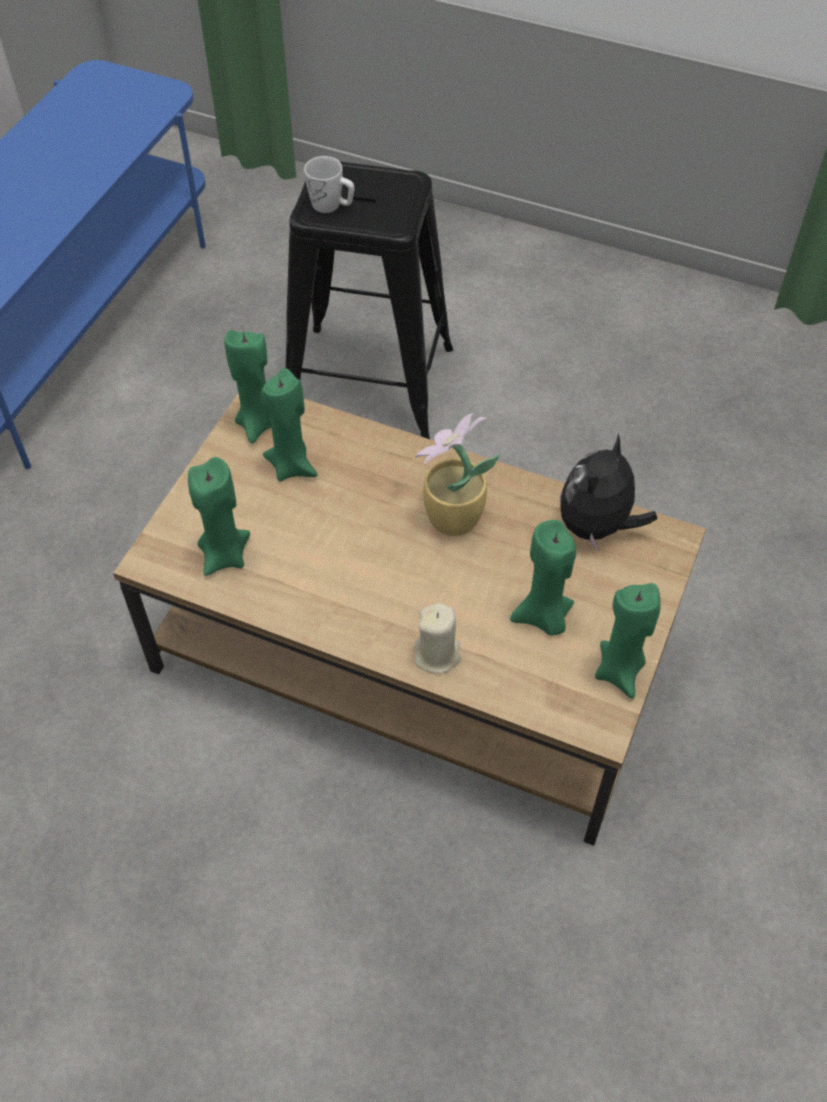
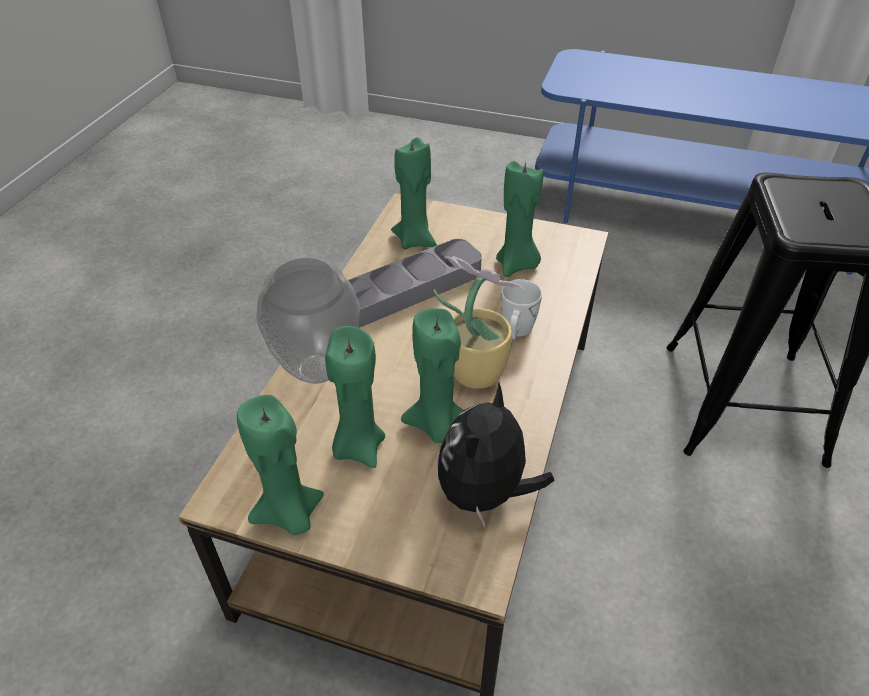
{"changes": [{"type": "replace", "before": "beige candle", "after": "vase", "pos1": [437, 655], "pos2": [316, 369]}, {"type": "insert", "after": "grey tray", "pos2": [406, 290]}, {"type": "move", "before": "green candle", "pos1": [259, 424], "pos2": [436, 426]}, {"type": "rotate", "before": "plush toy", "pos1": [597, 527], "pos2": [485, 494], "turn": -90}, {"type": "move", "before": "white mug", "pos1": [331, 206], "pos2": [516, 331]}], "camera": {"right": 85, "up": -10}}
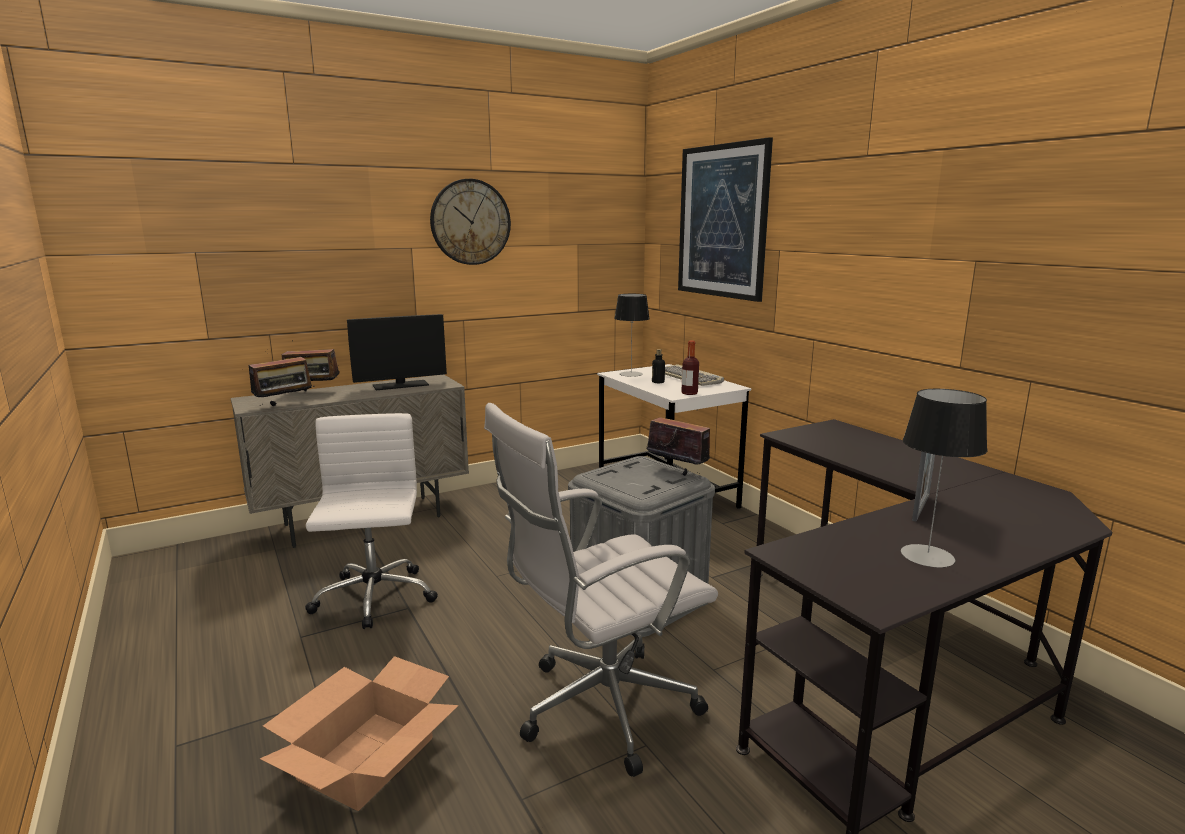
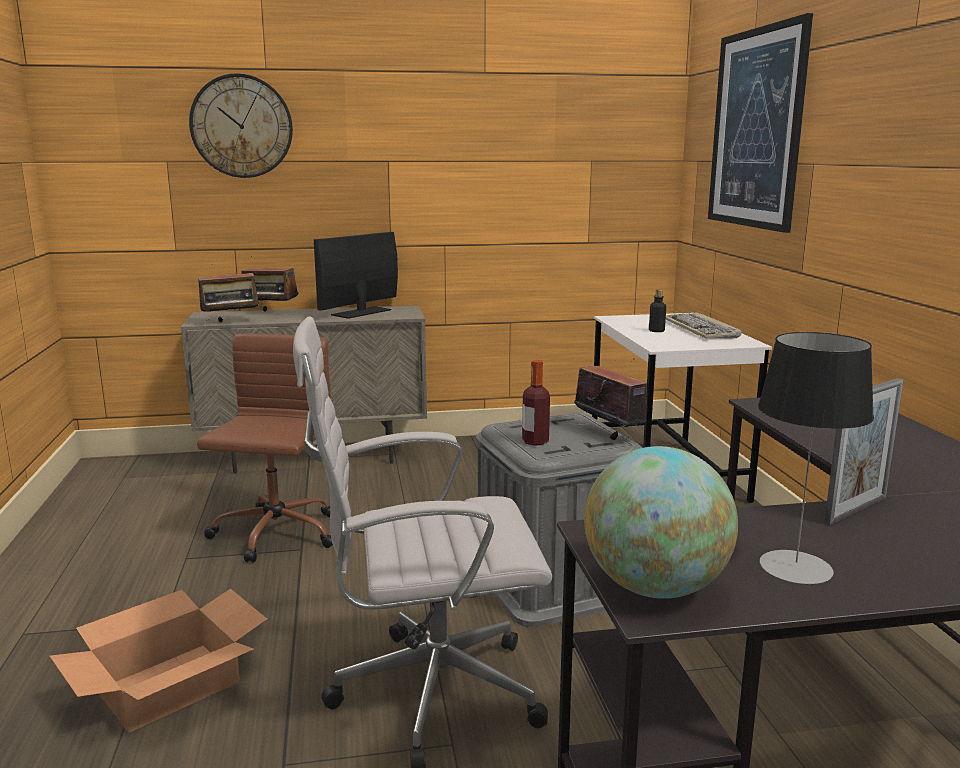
{"changes": [{"type": "move", "before": "wall clock", "pos1": [470, 222], "pos2": [241, 126]}, {"type": "recolor", "before": "white office chair", "after": "brown office chair", "pos1": [374, 599], "pos2": [275, 534]}, {"type": "rotate", "before": "monitor", "pos1": [400, 385], "pos2": [361, 312], "turn": 135}, {"type": "move", "before": "bottle", "pos1": [689, 393], "pos2": [535, 441]}, {"type": "insert", "after": "globe", "pos2": [655, 587]}, {"type": "delete", "before": "table lamp", "pos1": [631, 374]}], "camera": {"right": 20, "up": 0}}
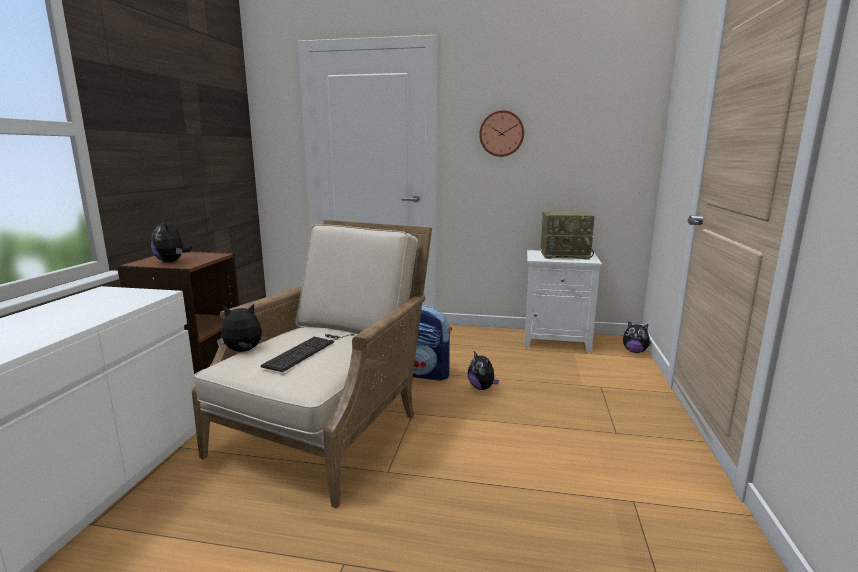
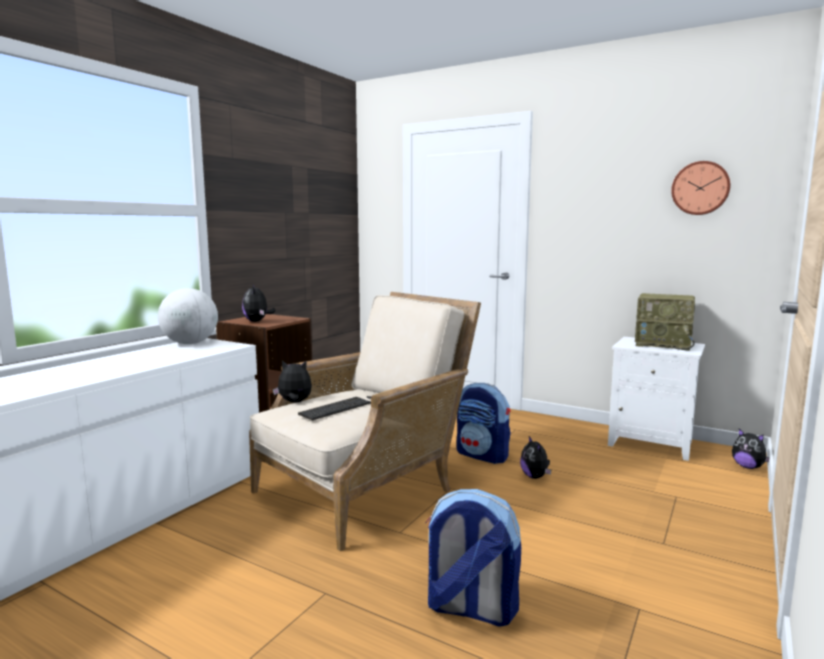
{"changes": [{"type": "insert", "after": "globe", "pos2": [190, 343]}, {"type": "insert", "after": "backpack", "pos2": [470, 609]}, {"type": "move", "before": "wall clock", "pos1": [501, 134], "pos2": [700, 188]}], "camera": {"right": 20, "up": -5}}
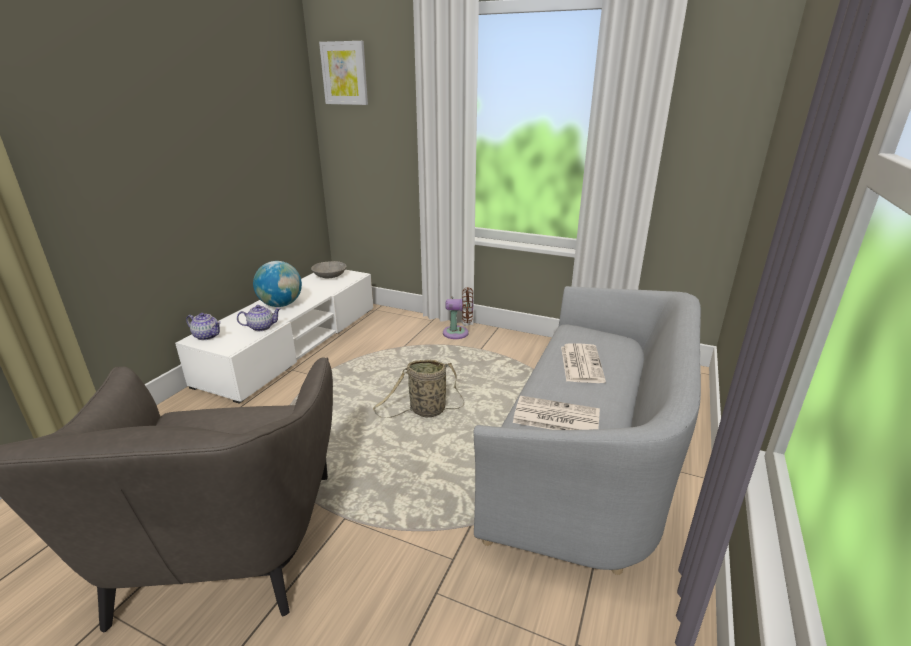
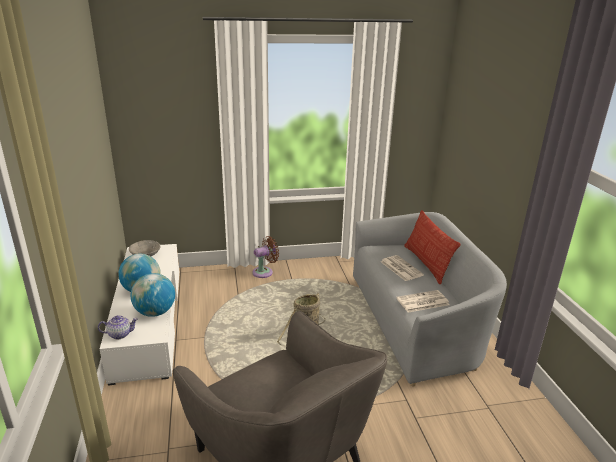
{"changes": [{"type": "replace", "before": "teapot", "after": "globe", "pos1": [262, 327], "pos2": [155, 312]}, {"type": "insert", "after": "pillow", "pos2": [426, 263]}, {"type": "delete", "before": "picture", "pos1": [345, 73]}], "camera": {"right": -35, "up": 0}}
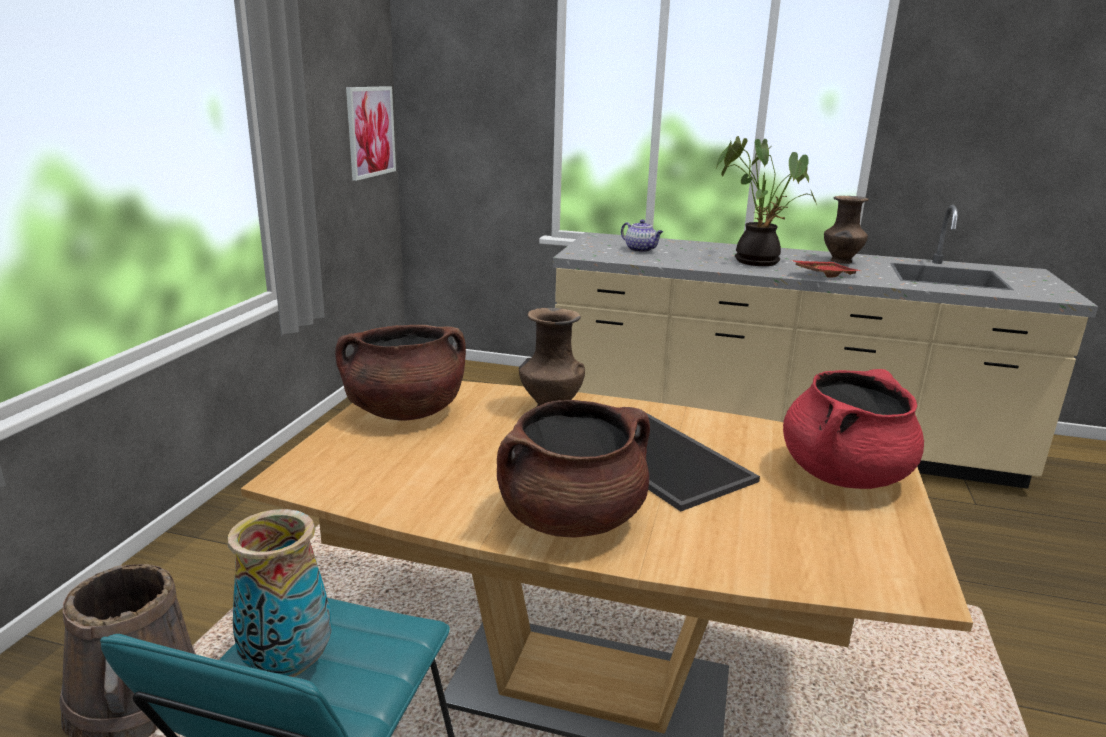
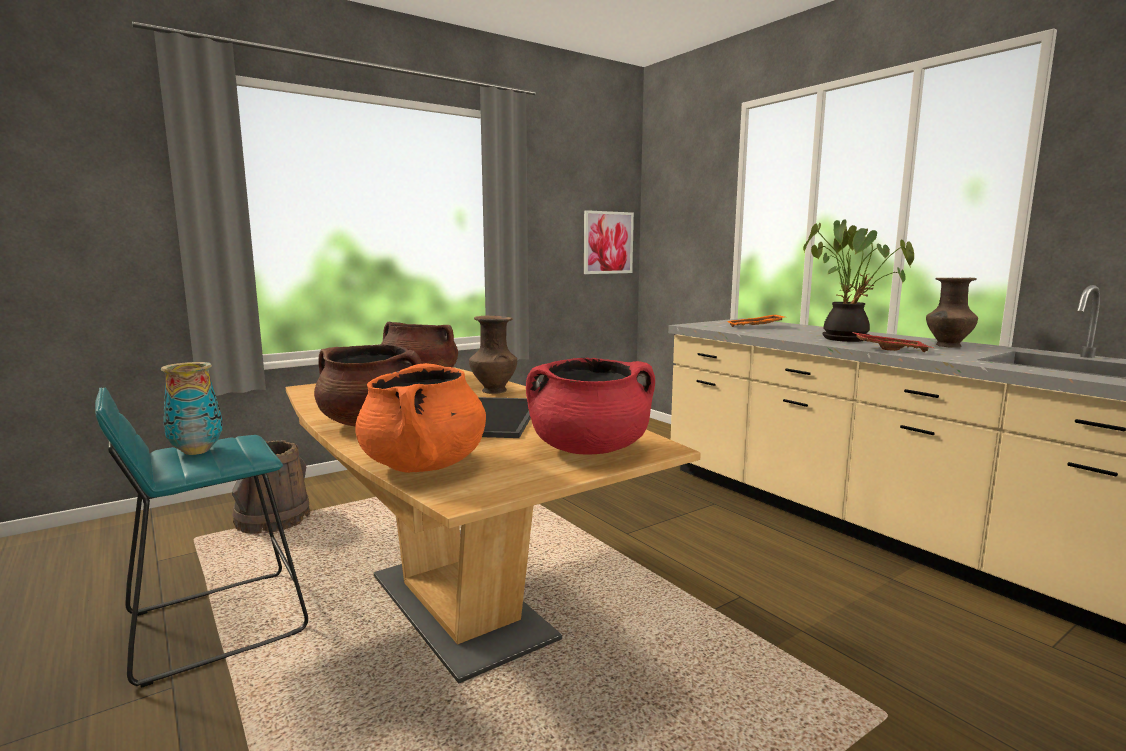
{"changes": [{"type": "insert", "after": "orange cooking pot", "pos2": [424, 465]}, {"type": "replace", "before": "teapot", "after": "orange tray", "pos1": [641, 250], "pos2": [755, 327]}], "camera": {"right": 40, "up": -10}}
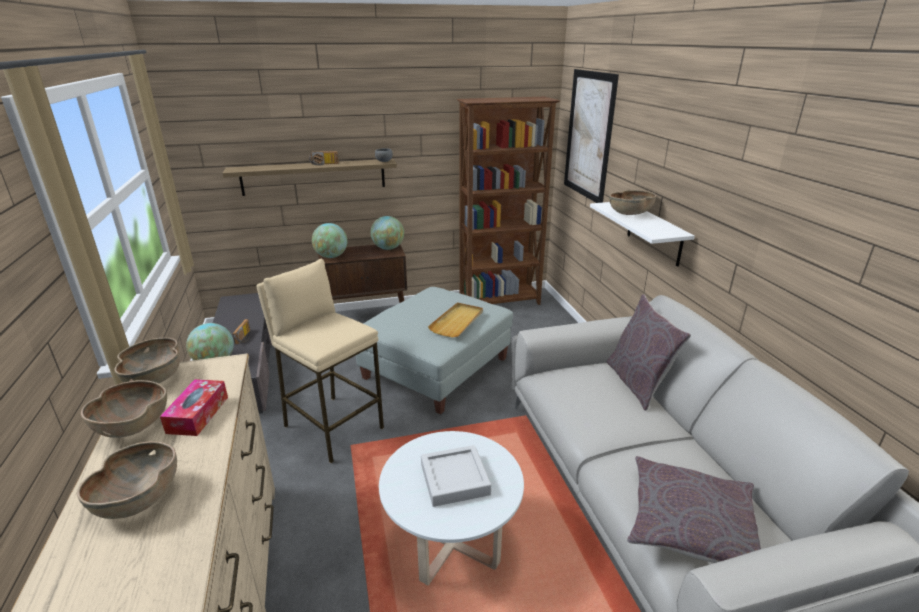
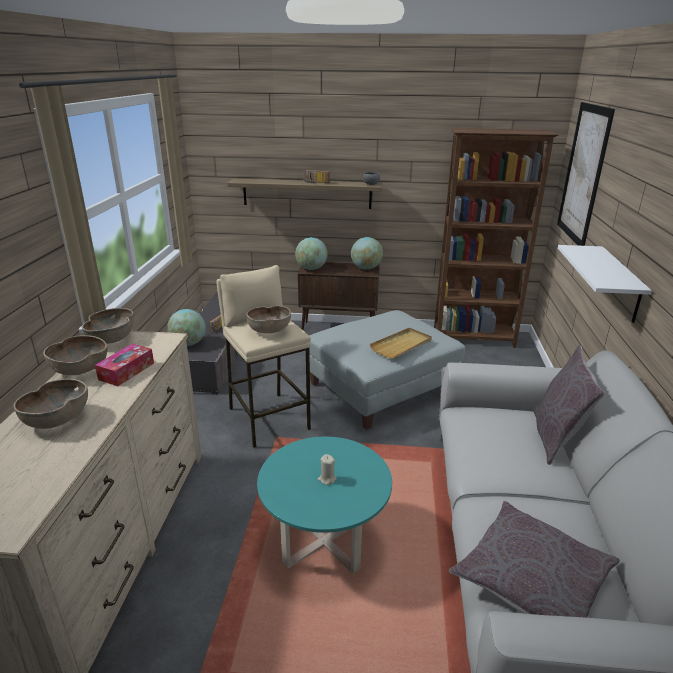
{"changes": [{"type": "move", "before": "brown bowl", "pos1": [630, 214], "pos2": [269, 331]}, {"type": "recolor", "before": "white coffee table", "after": "turquoise coffee table", "pos1": [452, 544], "pos2": [324, 542]}, {"type": "replace", "before": "grey tray", "after": "beige candle", "pos1": [454, 479], "pos2": [327, 479]}], "camera": {"right": 20, "up": 0}}
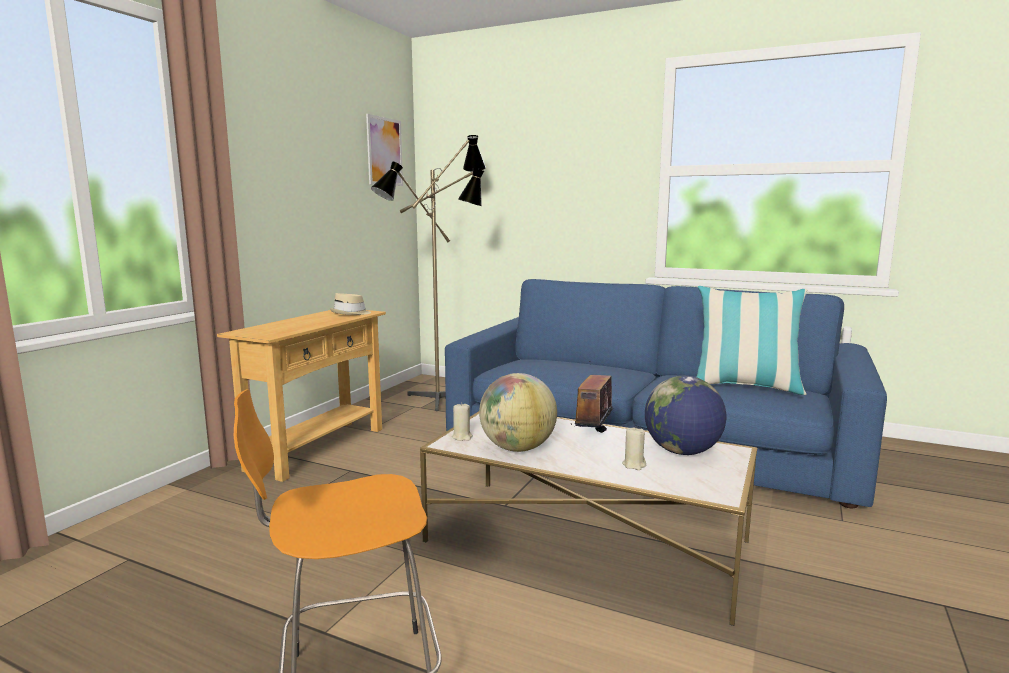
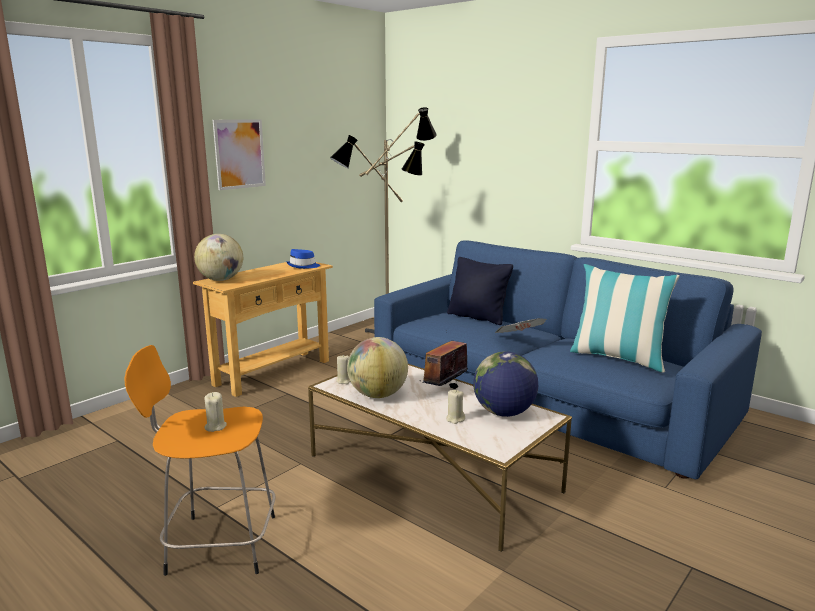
{"changes": [{"type": "insert", "after": "globe", "pos2": [221, 280]}, {"type": "insert", "after": "beige candle", "pos2": [215, 426]}, {"type": "move", "before": "picture", "pos1": [384, 151], "pos2": [239, 154]}, {"type": "recolor", "before": "beige hat", "after": "blue hat", "pos1": [351, 313], "pos2": [303, 266]}, {"type": "insert", "after": "black pillow", "pos2": [477, 317]}, {"type": "insert", "after": "newspaper", "pos2": [519, 339]}], "camera": {"right": 15, "up": 5}}
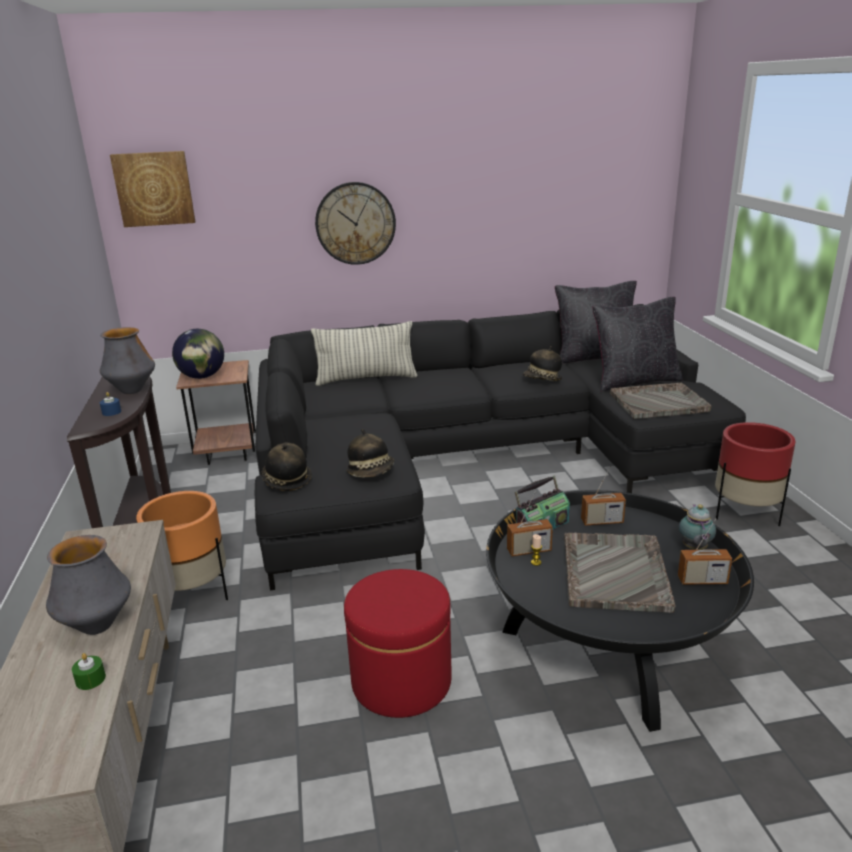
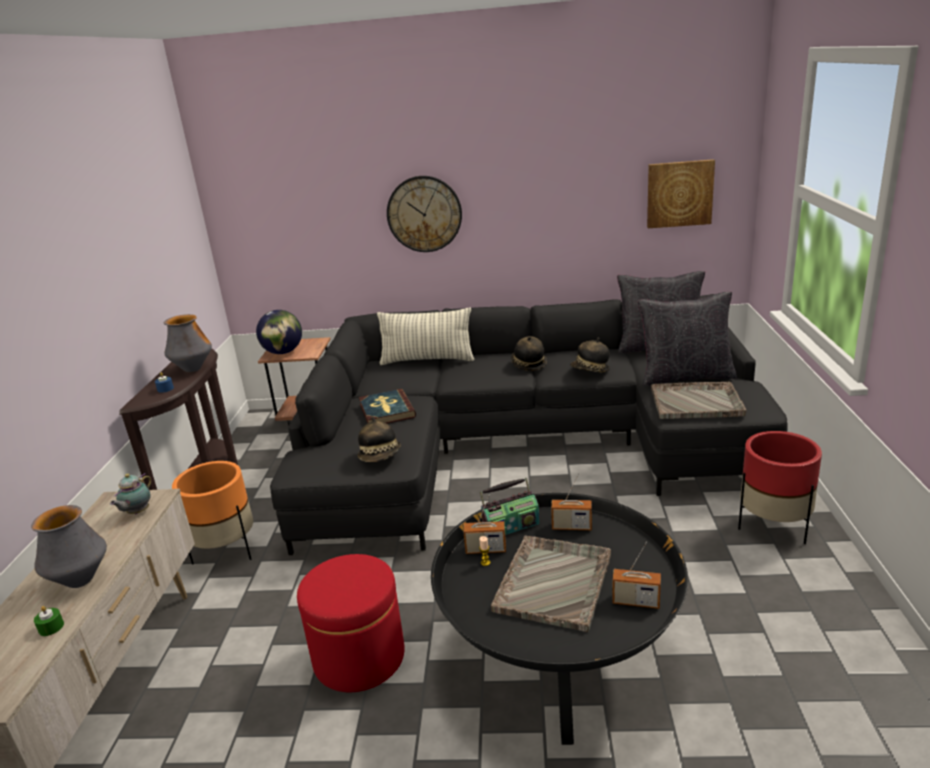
{"changes": [{"type": "move", "before": "teapot", "pos1": [694, 548], "pos2": [137, 513]}, {"type": "insert", "after": "book", "pos2": [386, 410]}, {"type": "move", "before": "hat", "pos1": [286, 480], "pos2": [528, 364]}, {"type": "move", "before": "picture", "pos1": [154, 189], "pos2": [679, 194]}], "camera": {"right": 15, "up": 0}}
